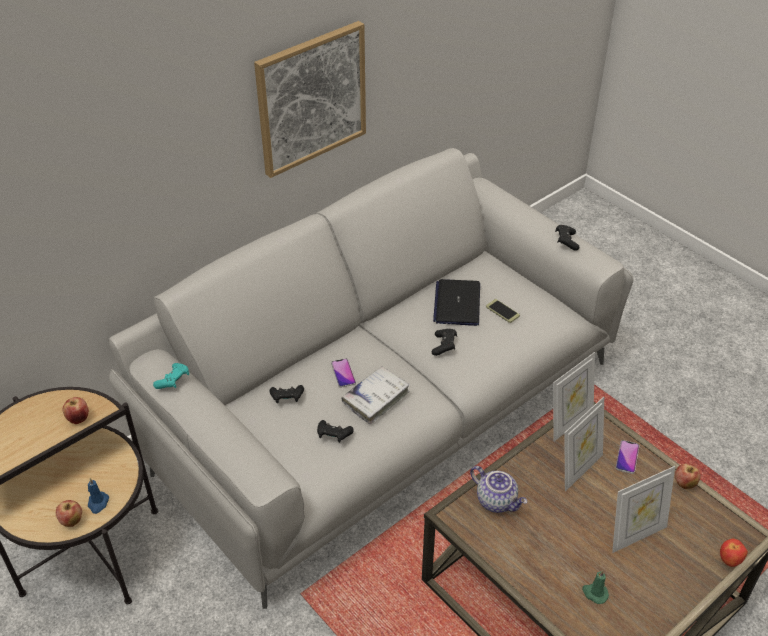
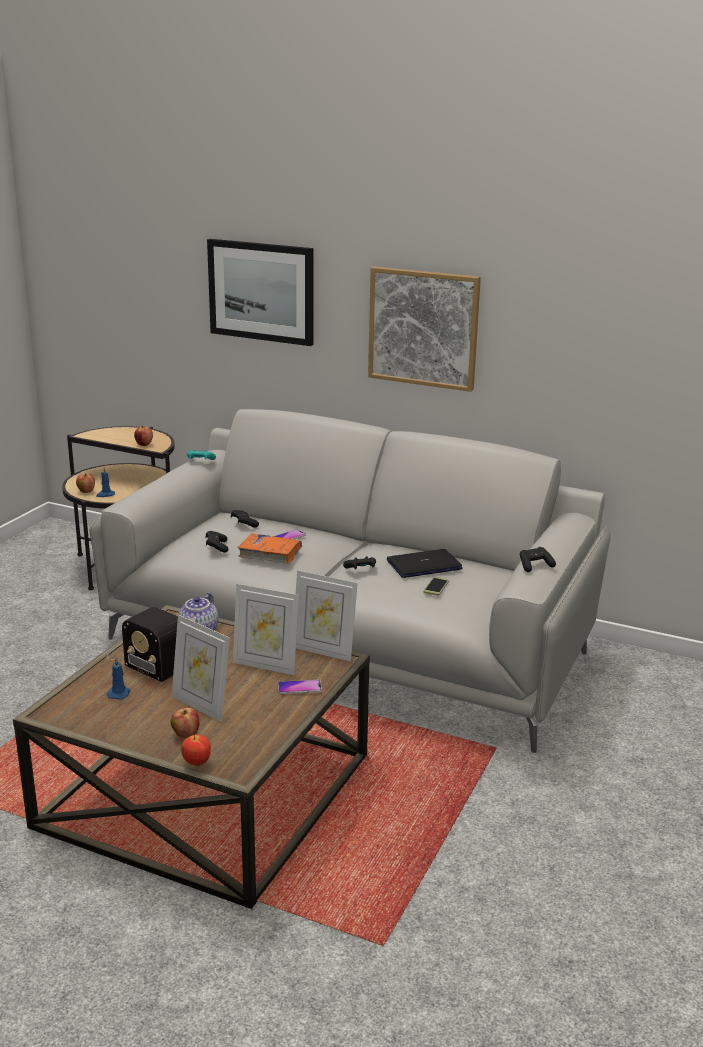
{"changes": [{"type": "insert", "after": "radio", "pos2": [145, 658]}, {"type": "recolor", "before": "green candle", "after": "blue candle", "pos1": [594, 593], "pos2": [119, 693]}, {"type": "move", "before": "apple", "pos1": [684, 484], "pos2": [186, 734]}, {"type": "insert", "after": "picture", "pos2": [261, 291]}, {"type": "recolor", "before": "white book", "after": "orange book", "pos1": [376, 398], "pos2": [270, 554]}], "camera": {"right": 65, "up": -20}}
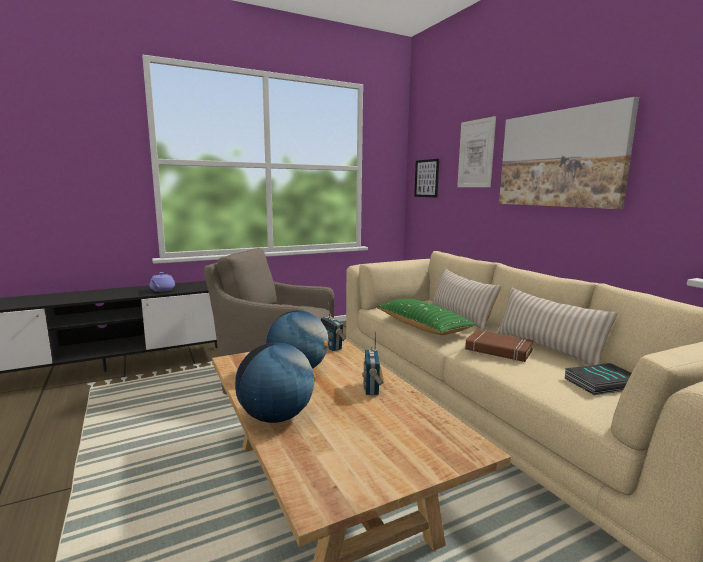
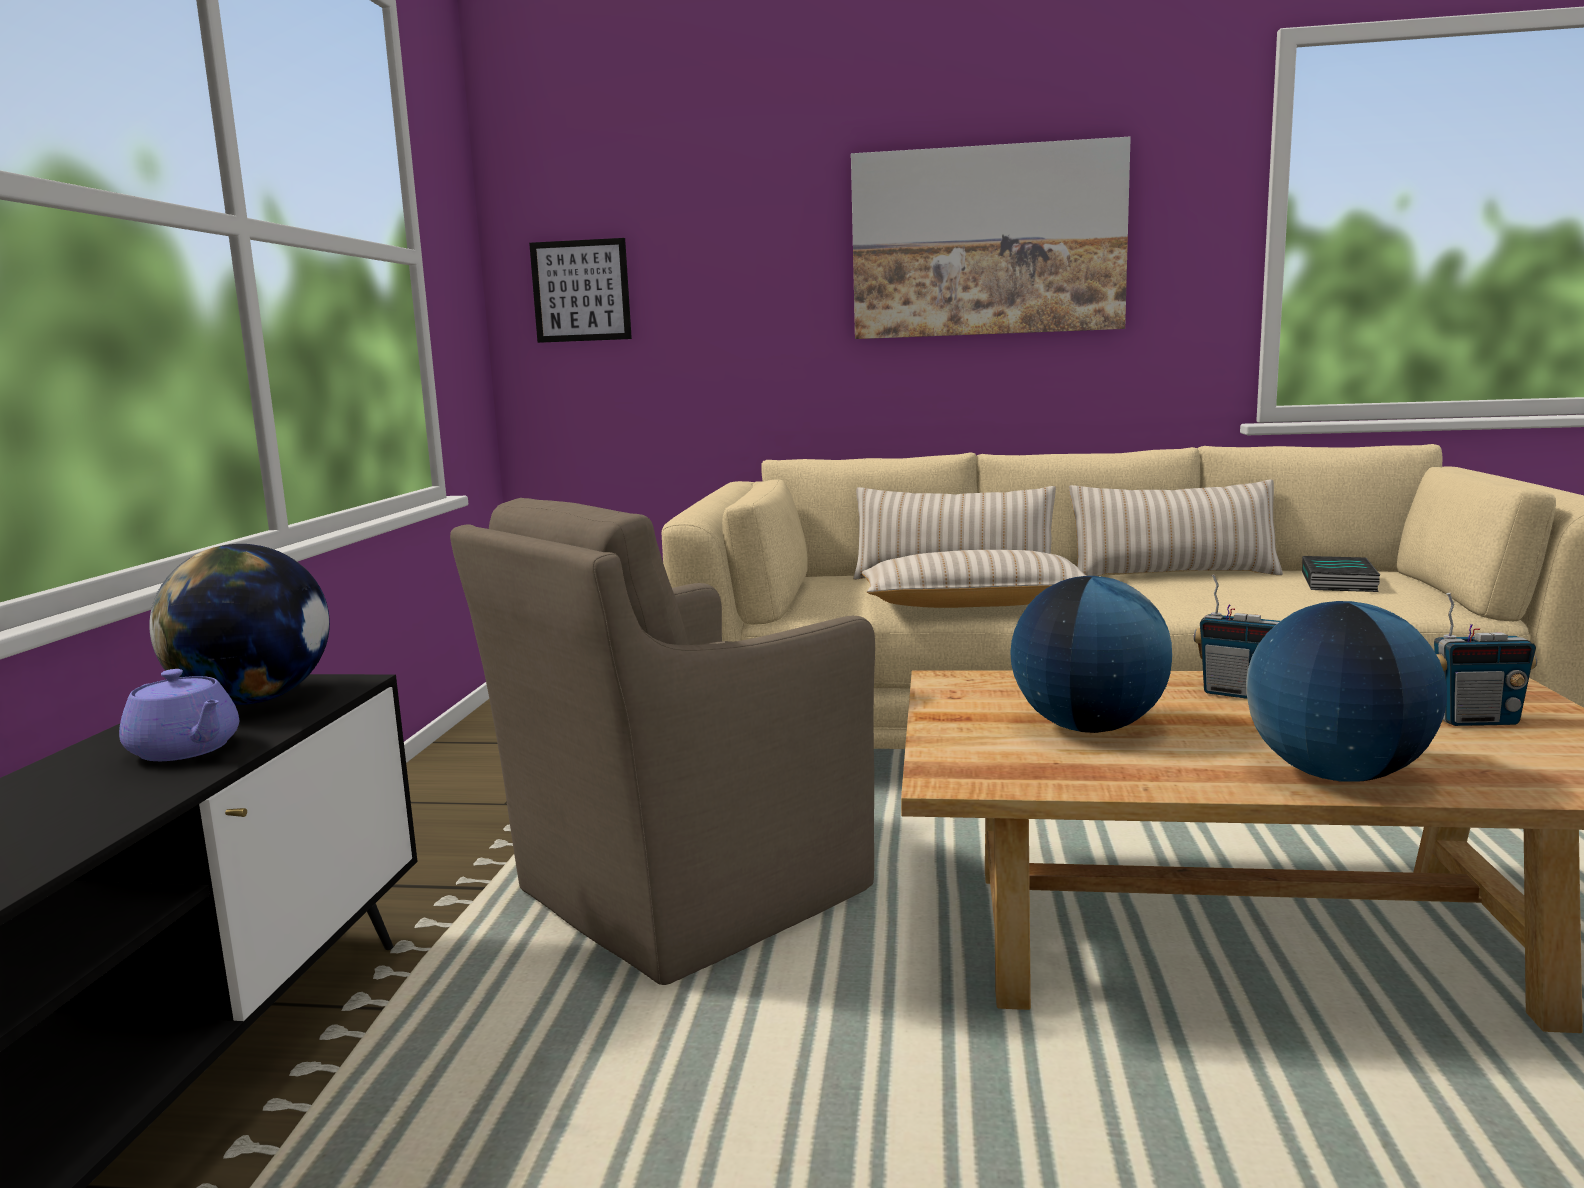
{"changes": [{"type": "insert", "after": "globe", "pos2": [254, 700]}, {"type": "recolor", "before": "green pillow", "after": "beige pillow", "pos1": [422, 326], "pos2": [975, 604]}, {"type": "move", "before": "radio", "pos1": [332, 347], "pos2": [1475, 720]}, {"type": "delete", "before": "picture", "pos1": [476, 153]}, {"type": "delete", "before": "brown book", "pos1": [498, 350]}], "camera": {"right": -55, "up": 0}}
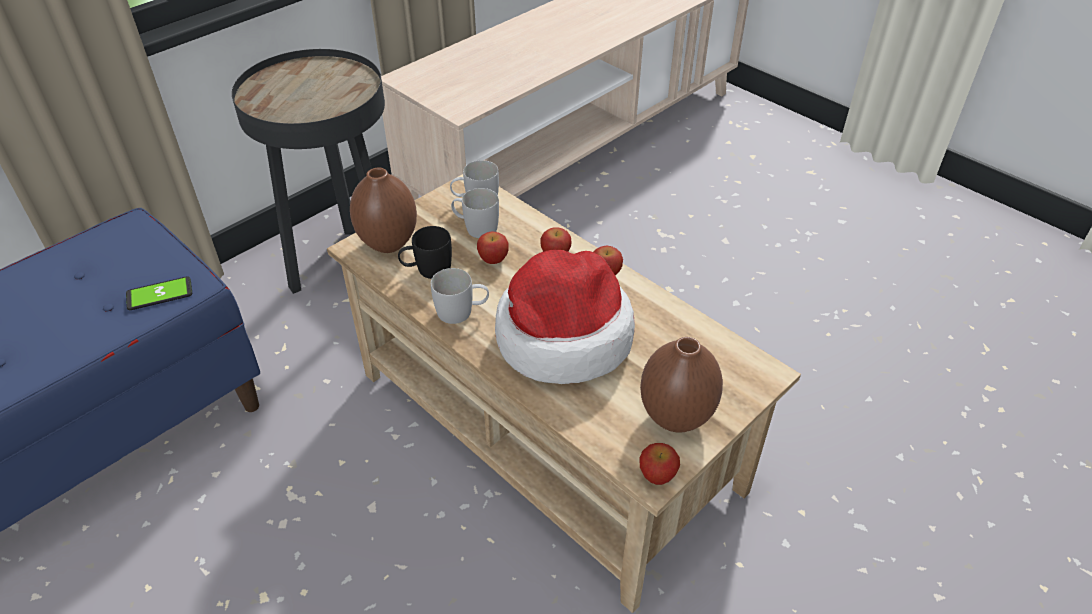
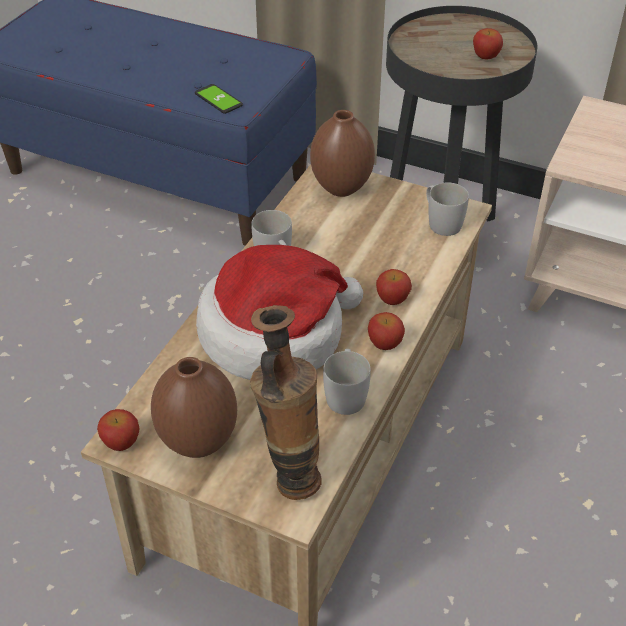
{"changes": [{"type": "insert", "after": "vase", "pos2": [290, 474]}, {"type": "move", "before": "white mug", "pos1": [475, 227], "pos2": [346, 393]}, {"type": "move", "before": "apple", "pos1": [493, 259], "pos2": [485, 56]}, {"type": "delete", "before": "black mug", "pos1": [427, 270]}], "camera": {"right": 70, "up": 0}}
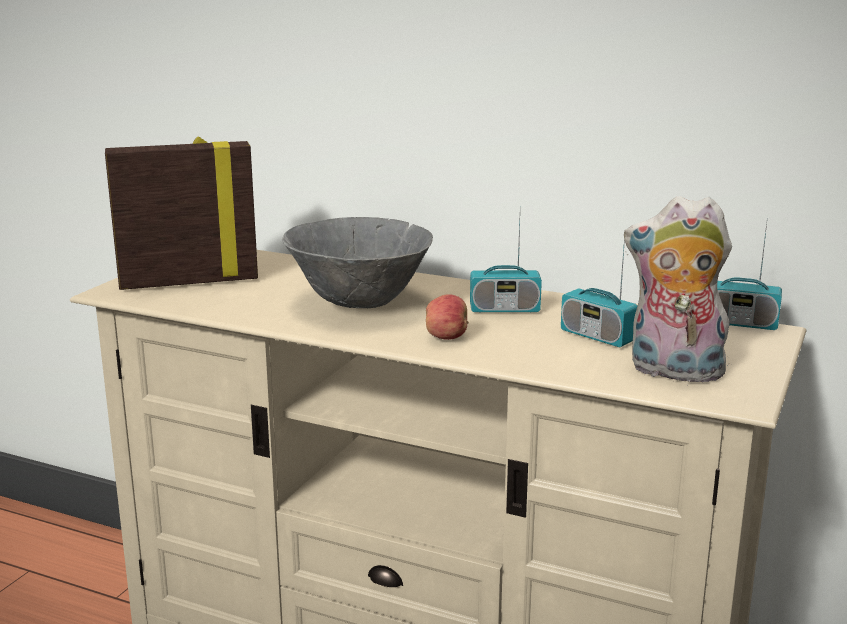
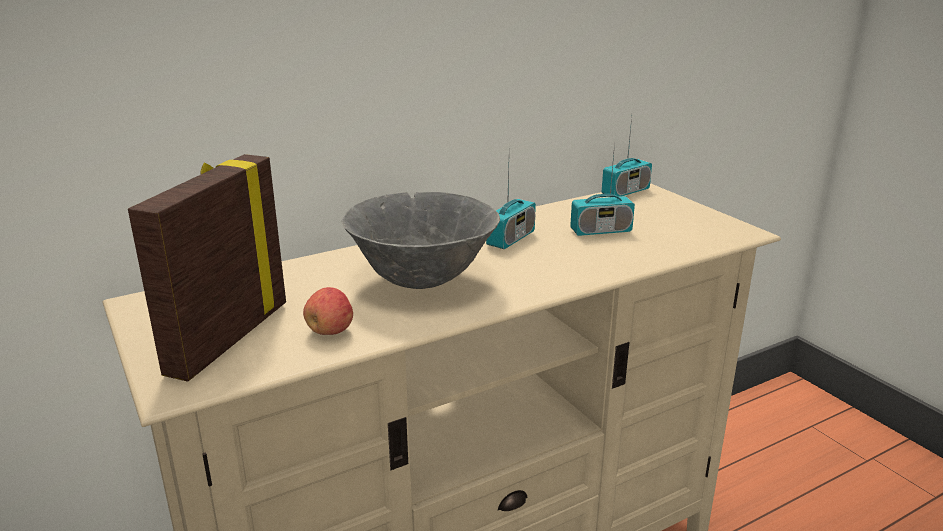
{"changes": [{"type": "move", "before": "apple", "pos1": [446, 337], "pos2": [330, 331]}, {"type": "delete", "before": "plush toy", "pos1": [673, 372]}], "camera": {"right": -55, "up": 5}}
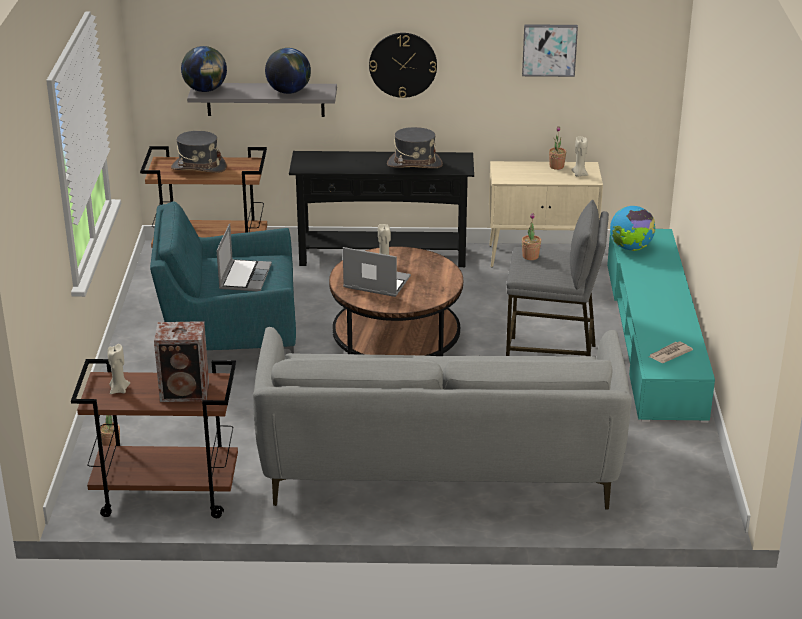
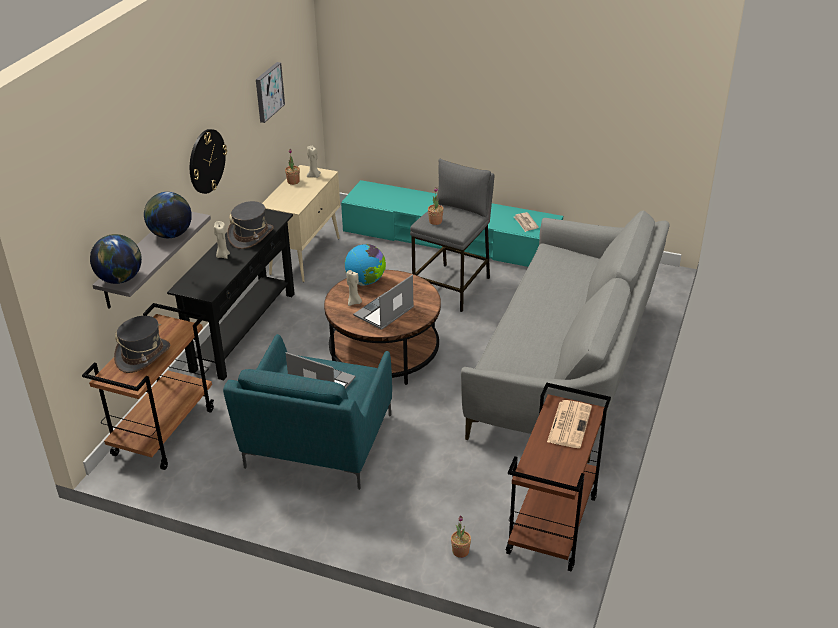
{"changes": [{"type": "move", "before": "beige candle", "pos1": [119, 390], "pos2": [223, 256]}, {"type": "move", "before": "globe", "pos1": [630, 248], "pos2": [366, 282]}, {"type": "replace", "before": "speaker", "after": "newspaper", "pos1": [186, 392], "pos2": [569, 424]}], "camera": {"right": -70, "up": 5}}
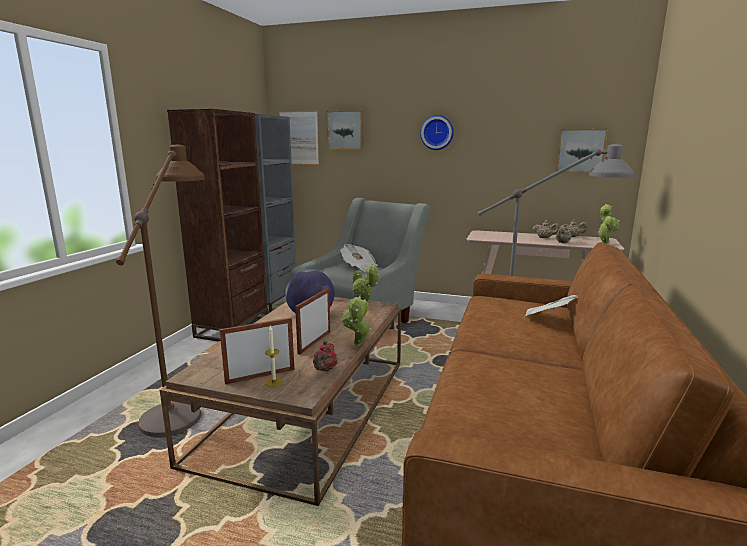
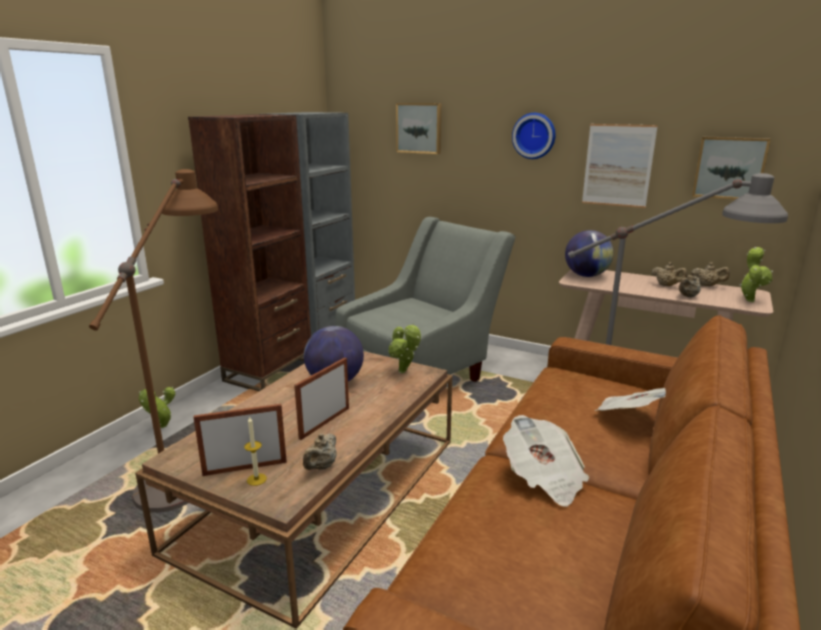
{"changes": [{"type": "move", "before": "potted plant", "pos1": [357, 345], "pos2": [161, 427]}, {"type": "recolor", "before": "red teapot", "after": "beige teapot", "pos1": [325, 370], "pos2": [321, 466]}, {"type": "move", "before": "newspaper", "pos1": [359, 268], "pos2": [544, 478]}, {"type": "insert", "after": "globe", "pos2": [586, 275]}, {"type": "move", "before": "picture", "pos1": [299, 138], "pos2": [618, 165]}], "camera": {"right": 10, "up": 5}}
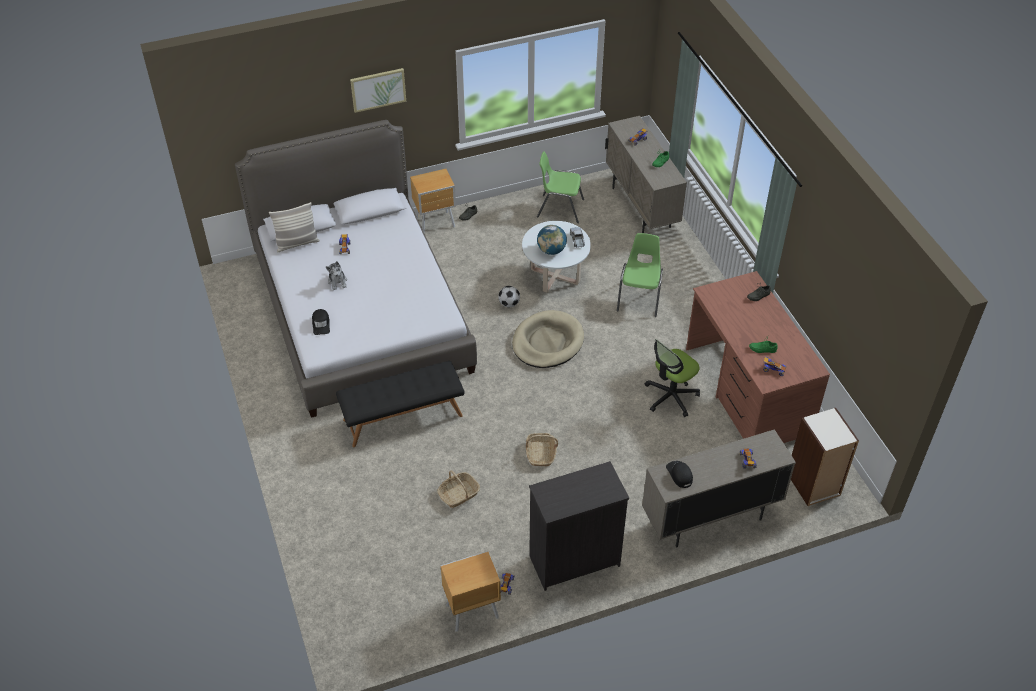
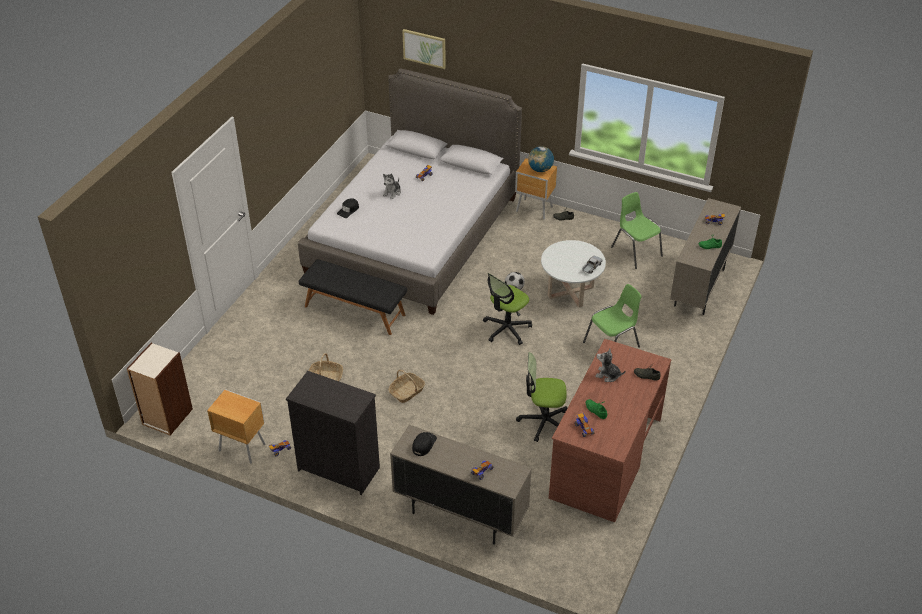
{"changes": [{"type": "move", "before": "bookcase", "pos1": [813, 485], "pos2": [167, 417]}, {"type": "move", "before": "picture", "pos1": [378, 89], "pos2": [424, 48]}, {"type": "replace", "before": "beige dog bed", "after": "office chair", "pos1": [547, 342], "pos2": [506, 329]}, {"type": "move", "before": "globe", "pos1": [551, 250], "pos2": [540, 169]}, {"type": "insert", "after": "plush toy", "pos2": [608, 375]}, {"type": "delete", "before": "pillow", "pos1": [297, 243]}], "camera": {"right": 45, "up": -5}}
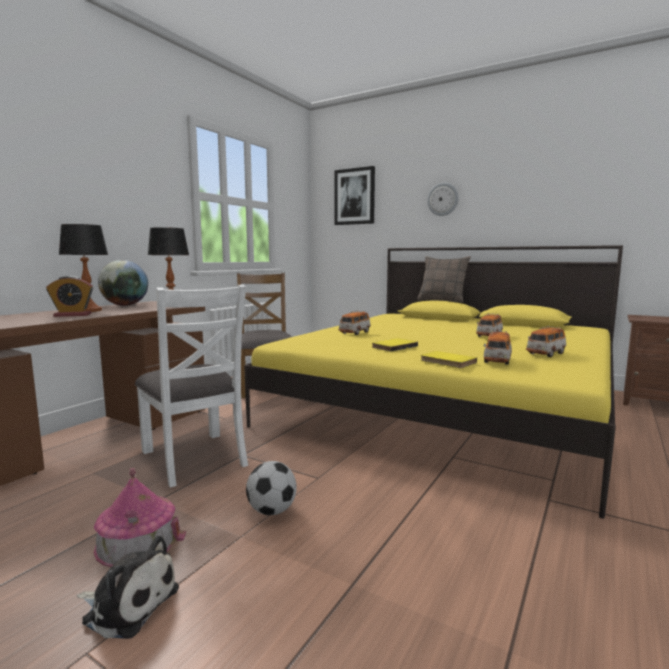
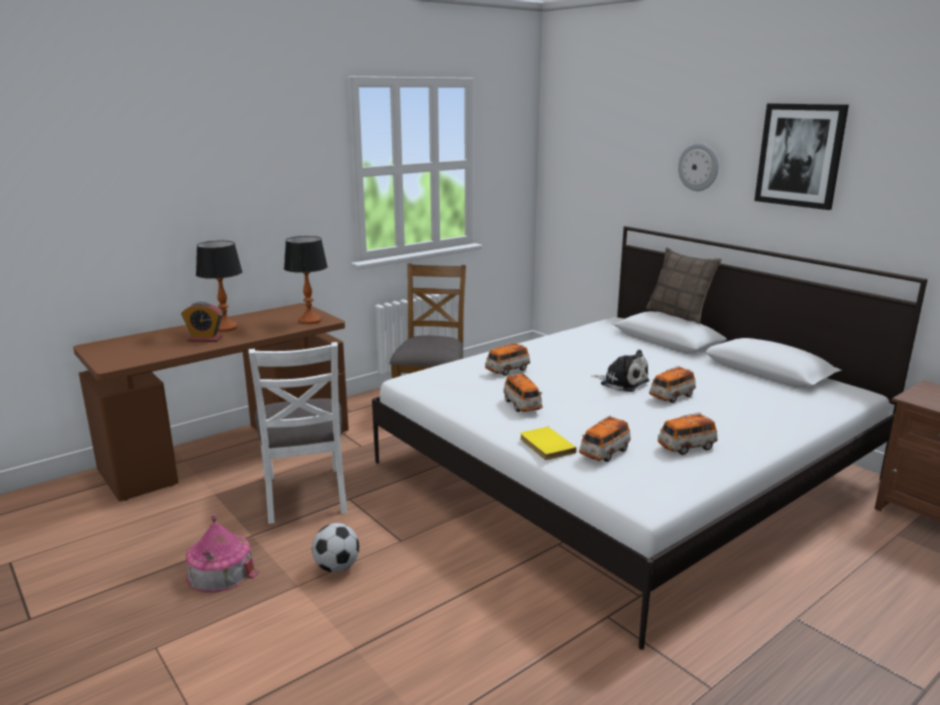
{"changes": [{"type": "recolor", "before": "yellow bed", "after": "white bed", "pos1": [449, 406], "pos2": [624, 471]}, {"type": "replace", "before": "yellow book", "after": "toy car", "pos1": [393, 346], "pos2": [522, 405]}, {"type": "move", "before": "plush toy", "pos1": [128, 604], "pos2": [622, 382]}, {"type": "move", "before": "picture", "pos1": [354, 196], "pos2": [800, 155]}, {"type": "delete", "before": "globe", "pos1": [125, 305]}], "camera": {"right": 20, "up": 10}}
